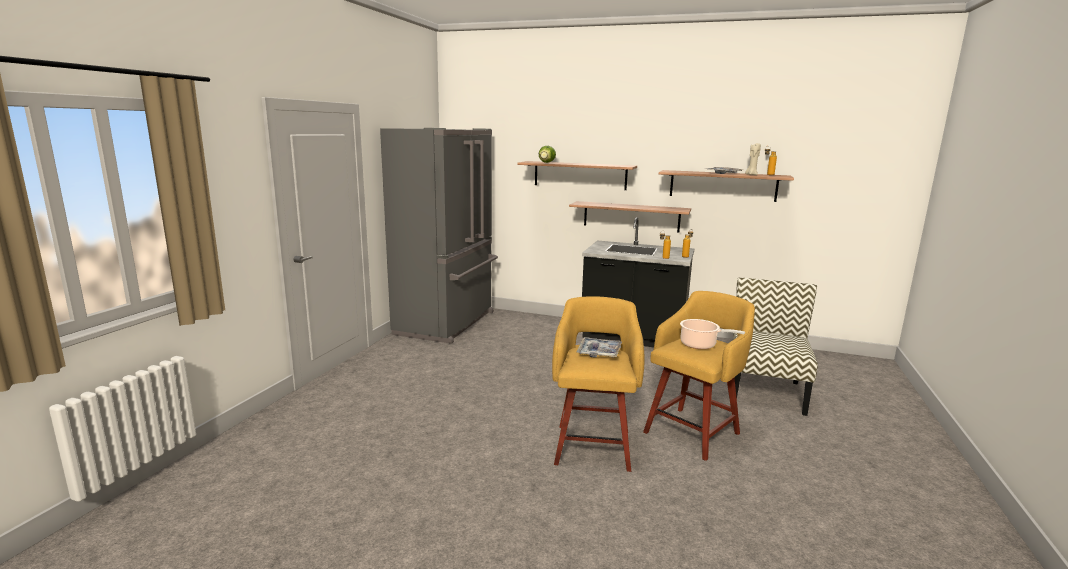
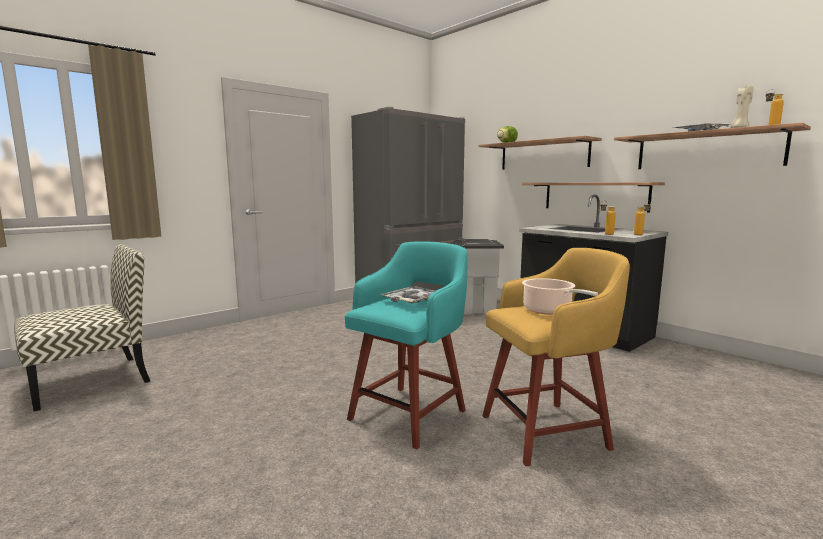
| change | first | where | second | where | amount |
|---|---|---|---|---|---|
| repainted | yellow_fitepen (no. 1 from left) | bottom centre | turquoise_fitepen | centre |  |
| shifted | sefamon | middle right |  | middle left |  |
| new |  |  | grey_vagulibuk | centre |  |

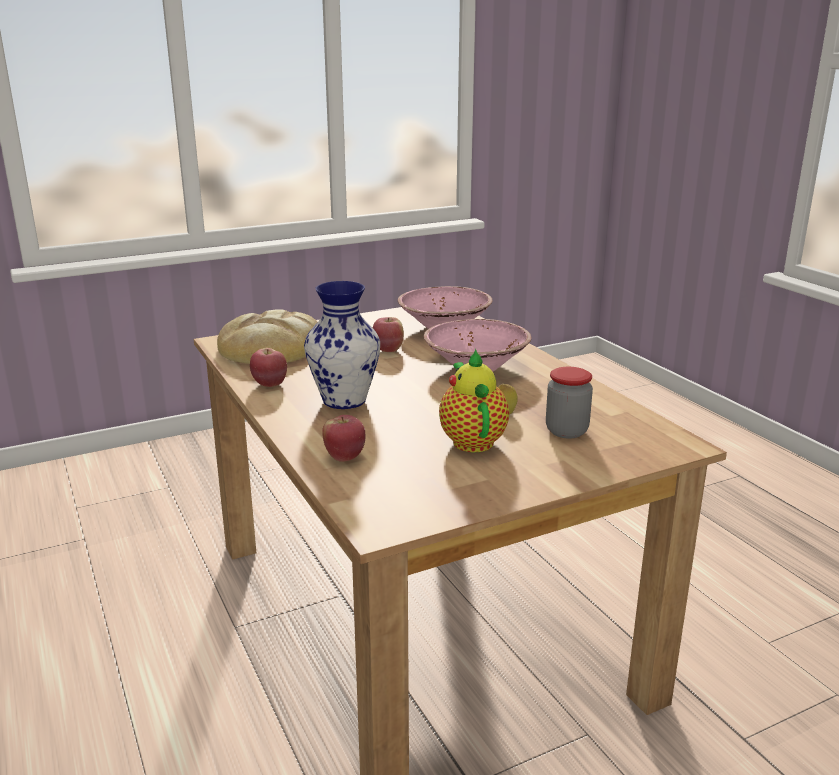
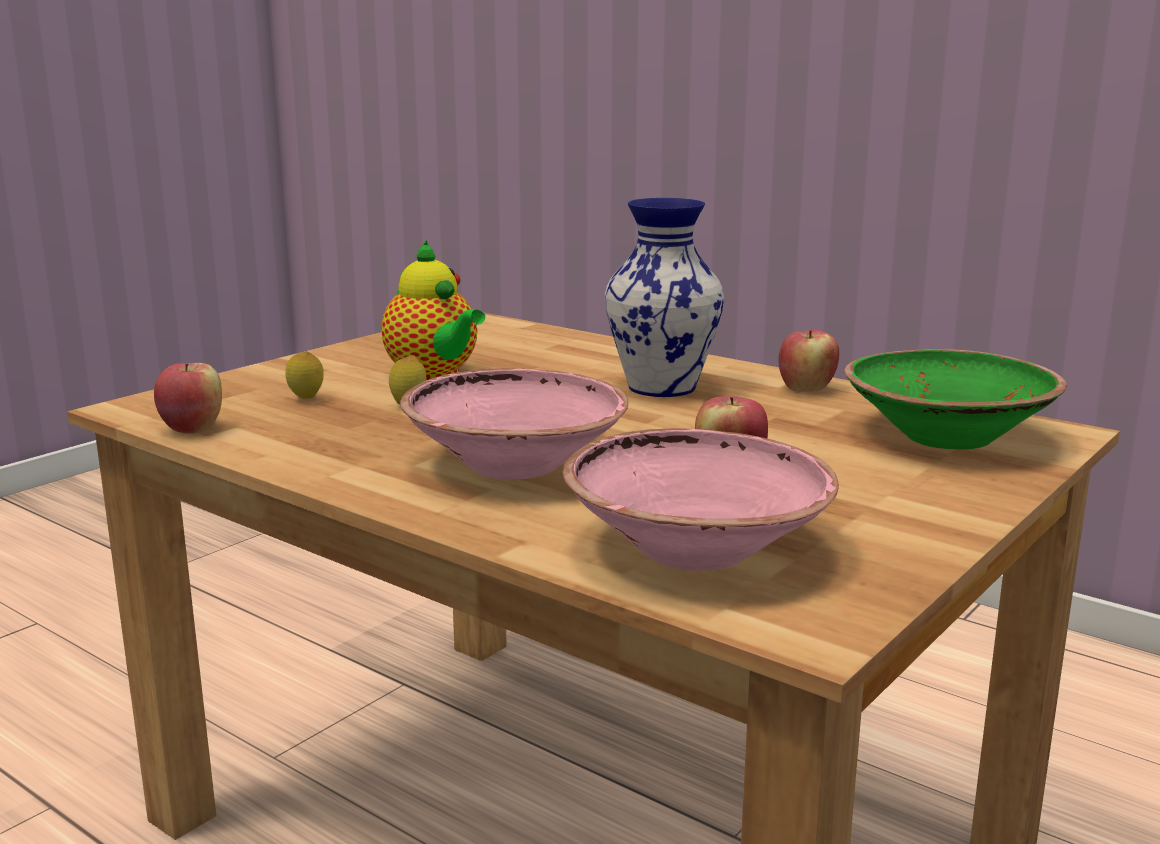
| change | first | where | second | where | amount |
|---|---|---|---|---|---|
| swapped | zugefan | middle left | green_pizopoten | middle right |  |
| shifted | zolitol (no. 2 from left in the first image) | centre | zolitol (no. 1 from left) | middle left |  |
| swapped | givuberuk | middle right | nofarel (no. 1 from left) | middle left |  |

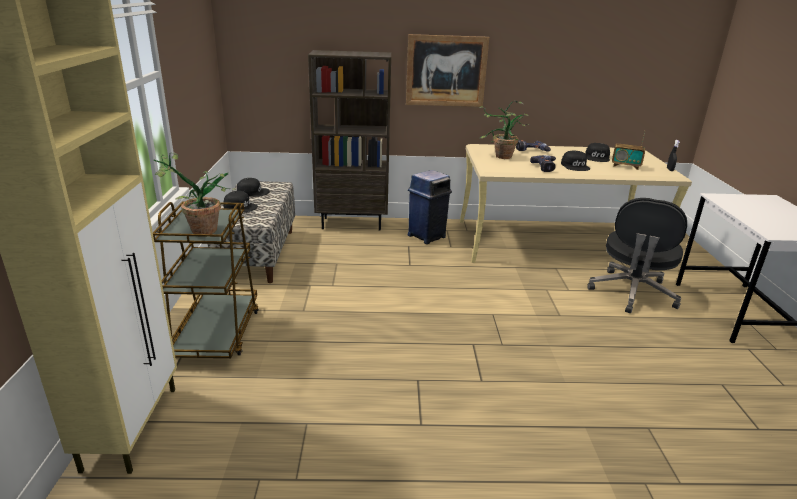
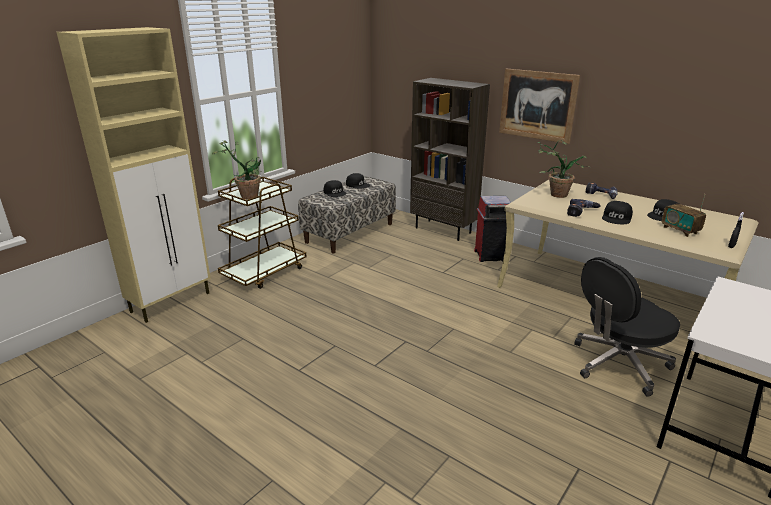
| change | first | where | second | where | amount |
|---|---|---|---|---|---|
| repainted | blue_vagulibuk | centre | red_vagulibuk | centre |  |

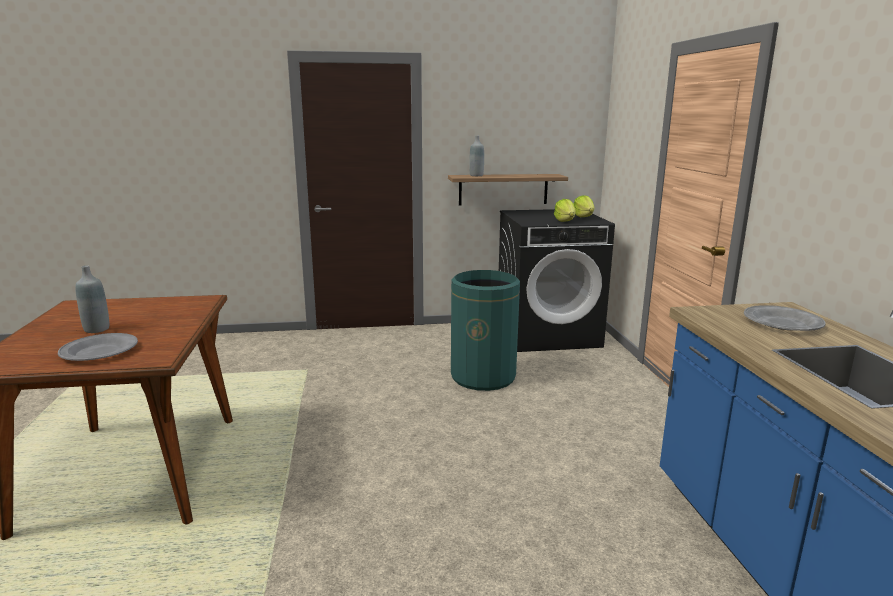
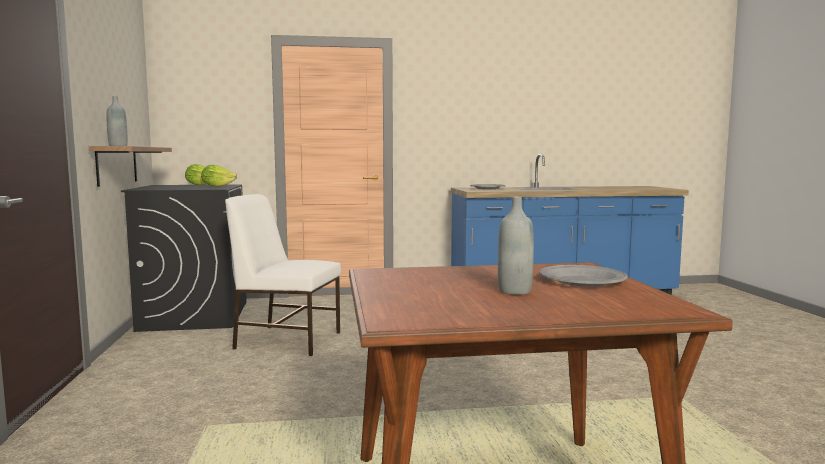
| change | first | where | second | where | amount |
|---|---|---|---|---|---|
| swapped | green_vagulibuk | centre | white_sefamon | centre |  |

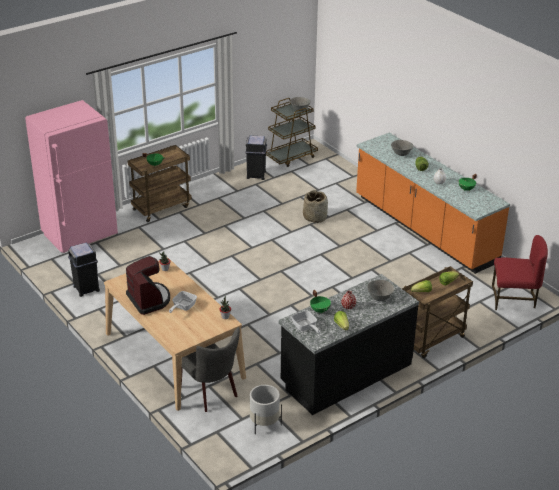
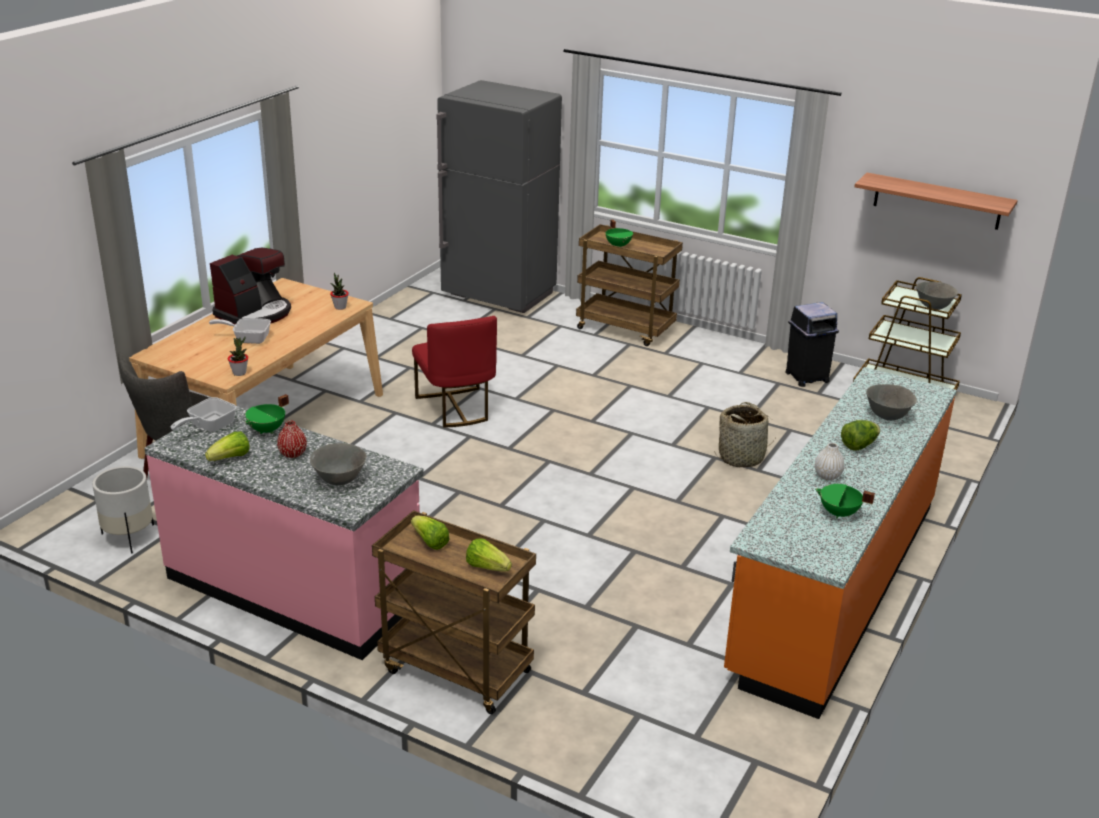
| change | first | where | second | where | amount |
|---|---|---|---|---|---|
| repainted | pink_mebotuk | middle left | grey_mebotuk | top centre |  |
| gone | black_vagulibuk (no. 1 from left) | middle left |  |  |  |
| repainted | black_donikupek | bottom centre | pink_donikupek | middle left |  |
| shifted | red_sefamon | middle right |  | centre |  |
| new |  |  | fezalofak | top right |  |

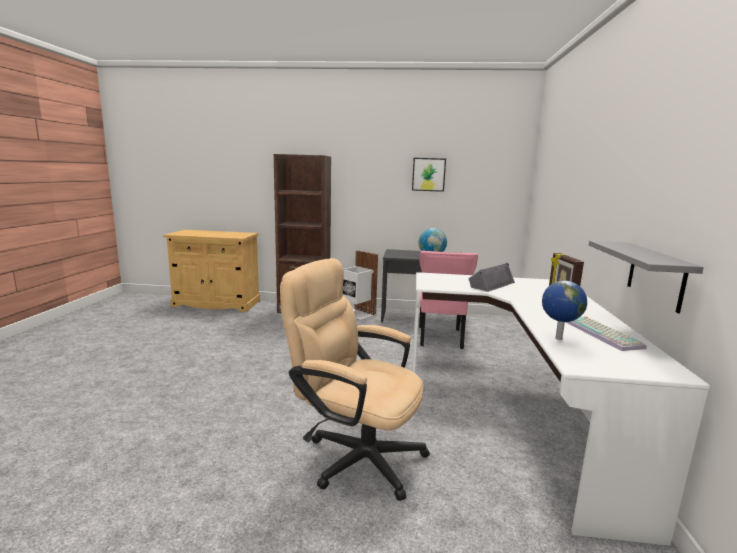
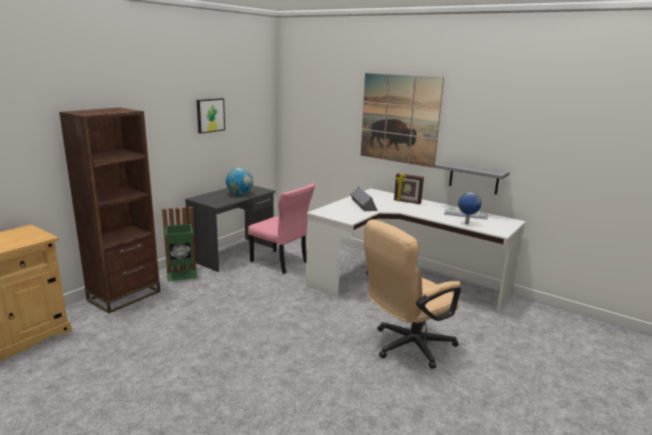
| change | first | where | second | where | amount |
|---|---|---|---|---|---|
| repainted | white_vagulibuk | centre | green_vagulibuk | middle left |  |
| new |  |  | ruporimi (no. 2 from left) | top centre |  |

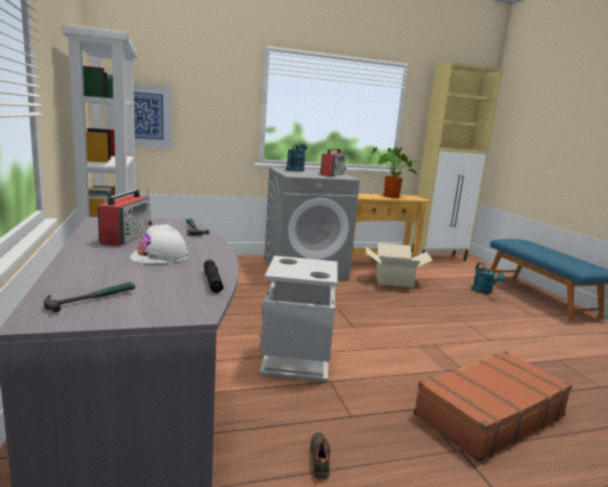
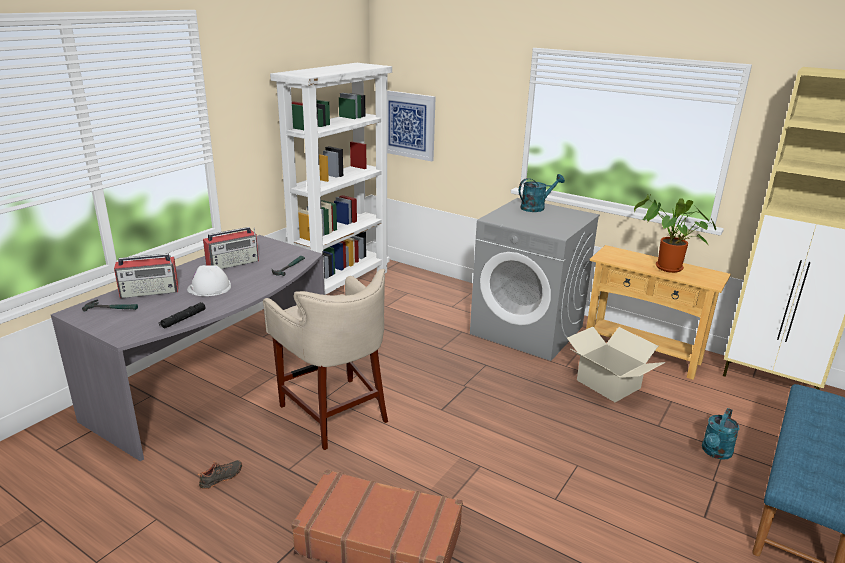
| change | first | where | second | where | amount |
|---|---|---|---|---|---|
| swapped | grey_vagulibuk | centre | beige_fitepen | centre |  |
| shifted | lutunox (no. 2 from left in the first image) | top centre | lutunox (no. 1 from left) | middle left |  |

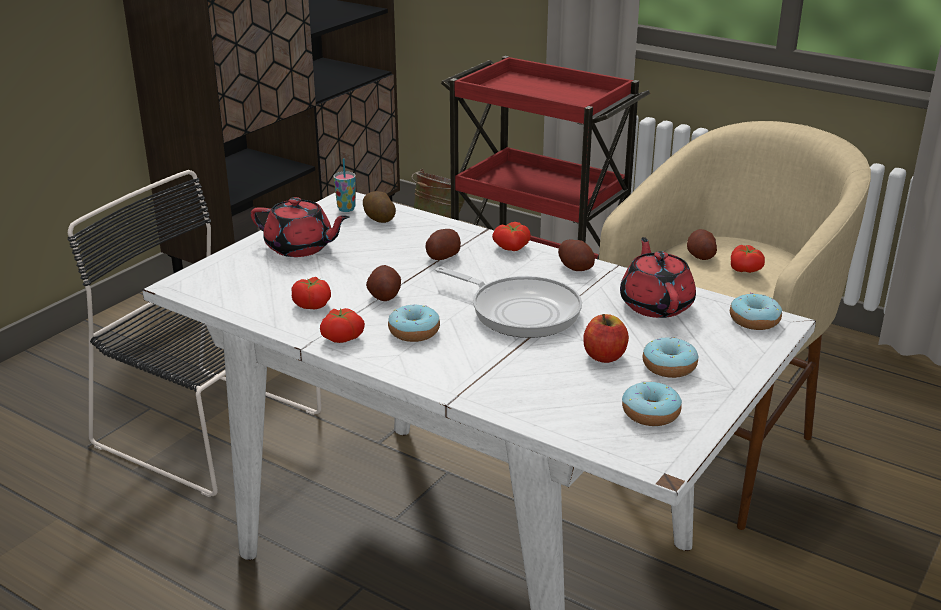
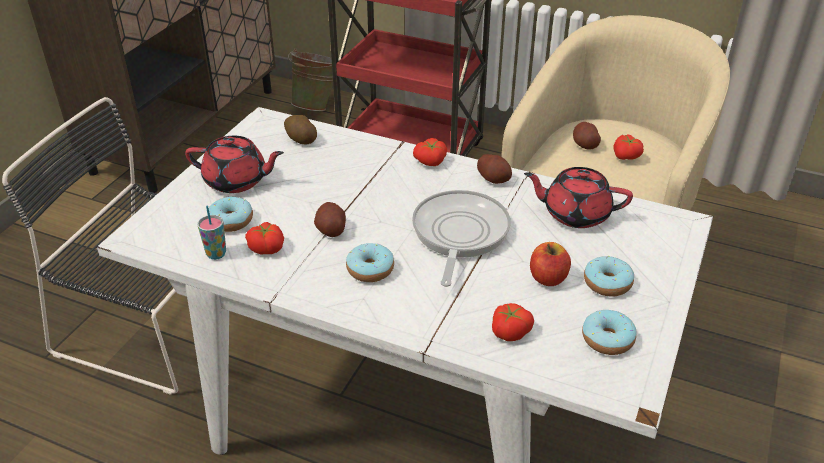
| change | first | where | second | where | amount |
|---|---|---|---|---|---|
| shifted | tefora (no. 2 from left in the first image) | centre | tefora (no. 3 from left) | bottom centre |  |
| shifted | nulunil | top centre |  | middle left |  |
| gone | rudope (no. 3 from left) | centre |  |  |  |
| rotated | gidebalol | centre |  | centre | 105 degrees counterclockwise |
| rotated | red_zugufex (no. 2 from left) | middle right |  | middle right | 60 degrees counterclockwise |
| shifted | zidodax (no. 4 from left in the first image) | middle right | zidodax (no. 1 from left) | middle left |  |

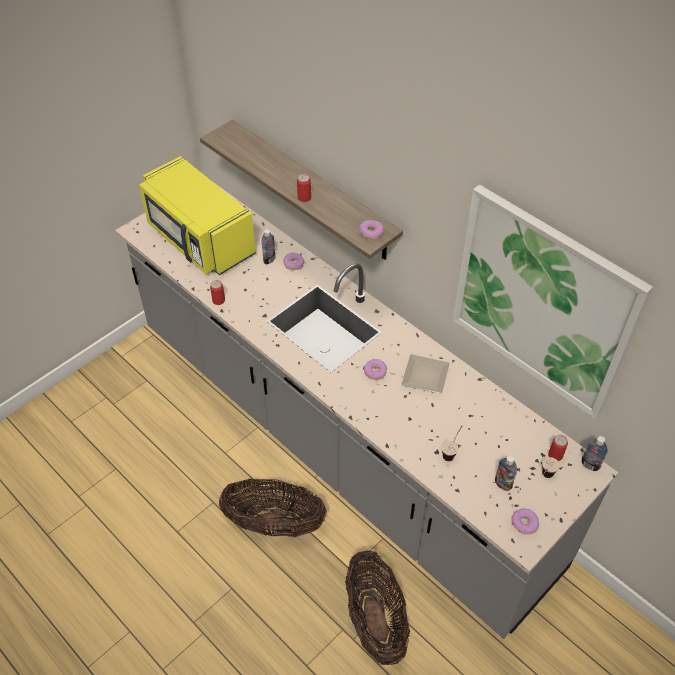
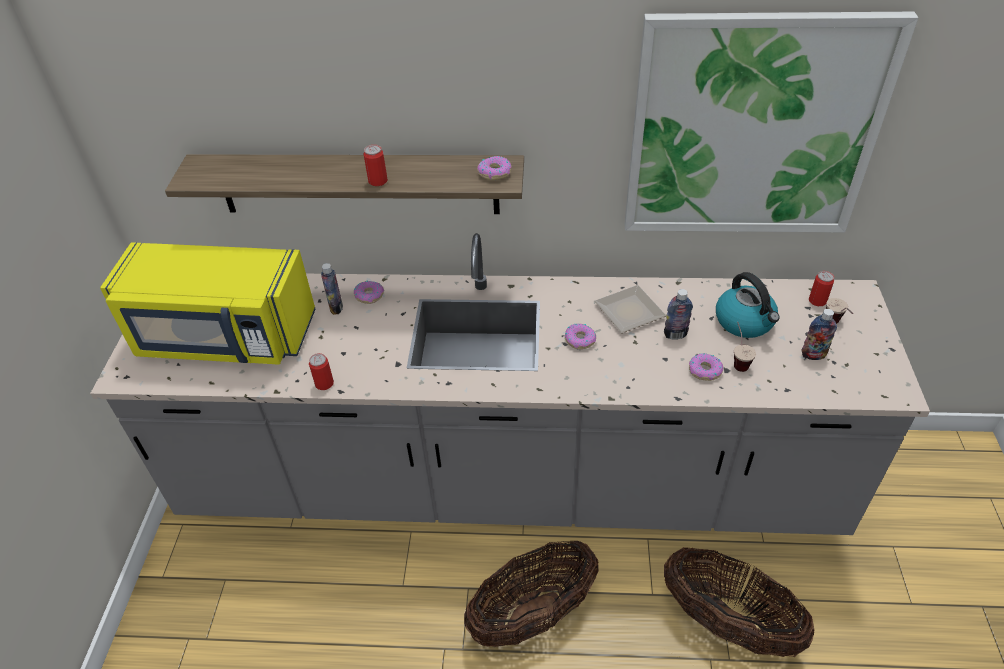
| change | first | where | second | where | amount |
|---|---|---|---|---|---|
| shifted | zidodax (no. 4 from left) | bottom right |  | middle right |  |
| shifted | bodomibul (no. 3 from left in the first image) | bottom right | bodomibul (no. 2 from left) | middle right |  |
| new |  |  | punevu | middle right |  |

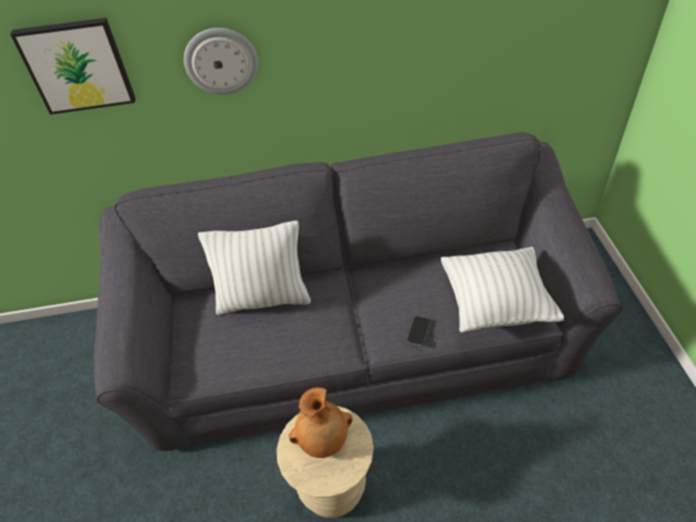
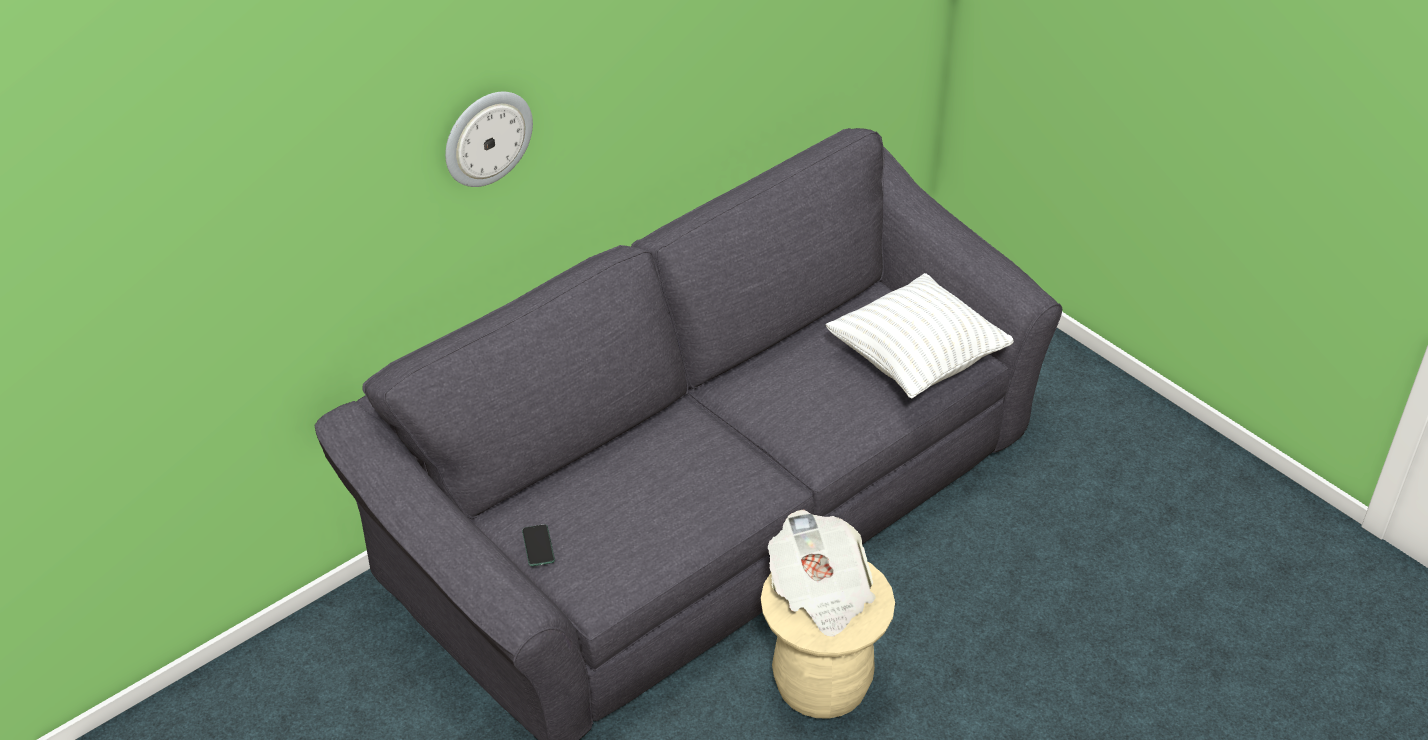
| change | first | where | second | where | amount |
|---|---|---|---|---|---|
| gone | ruporimi | top left |  |  |  |
| gone | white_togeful (no. 1 from left) | centre |  |  |  |
| swapped | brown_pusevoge | bottom centre | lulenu | bottom centre |  |
| shifted | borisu | centre |  | bottom centre |  |

